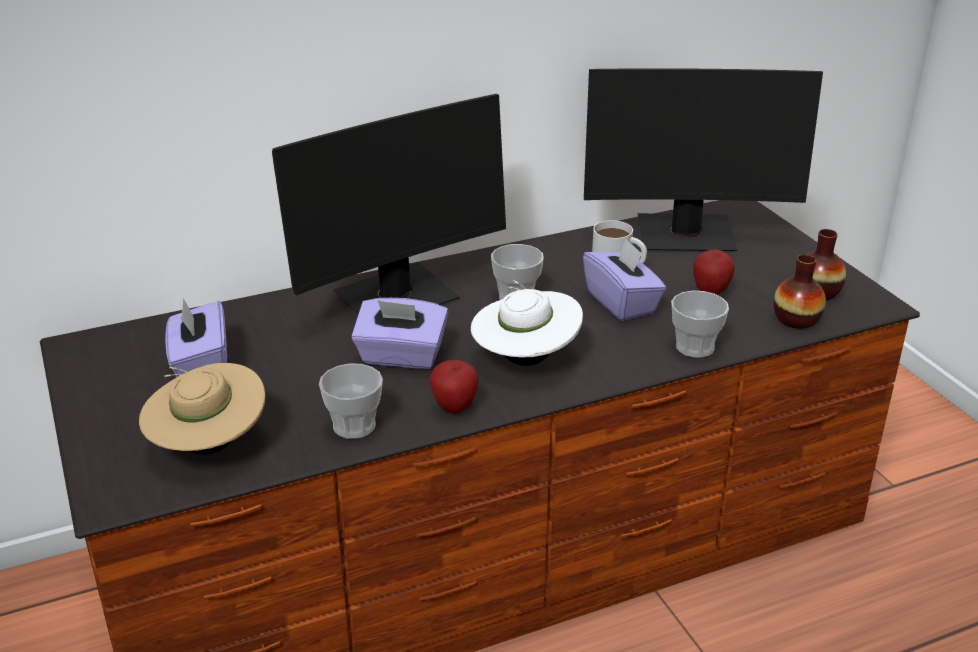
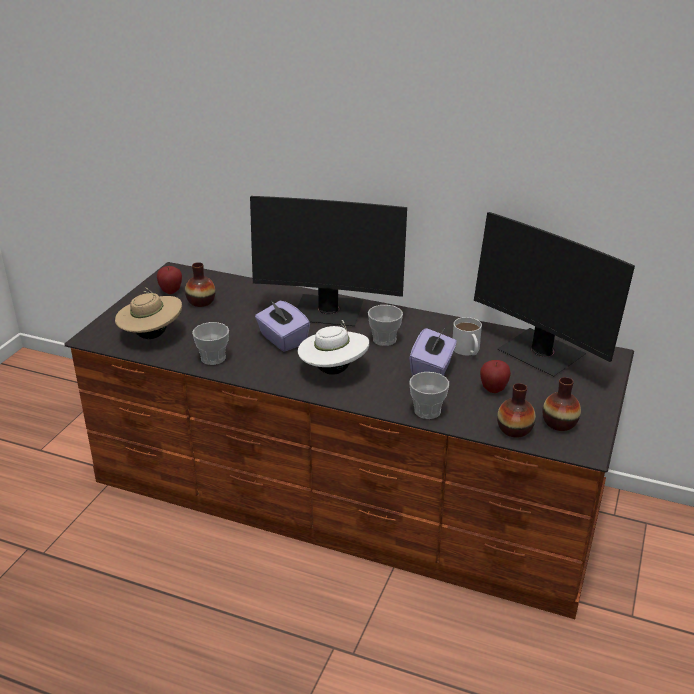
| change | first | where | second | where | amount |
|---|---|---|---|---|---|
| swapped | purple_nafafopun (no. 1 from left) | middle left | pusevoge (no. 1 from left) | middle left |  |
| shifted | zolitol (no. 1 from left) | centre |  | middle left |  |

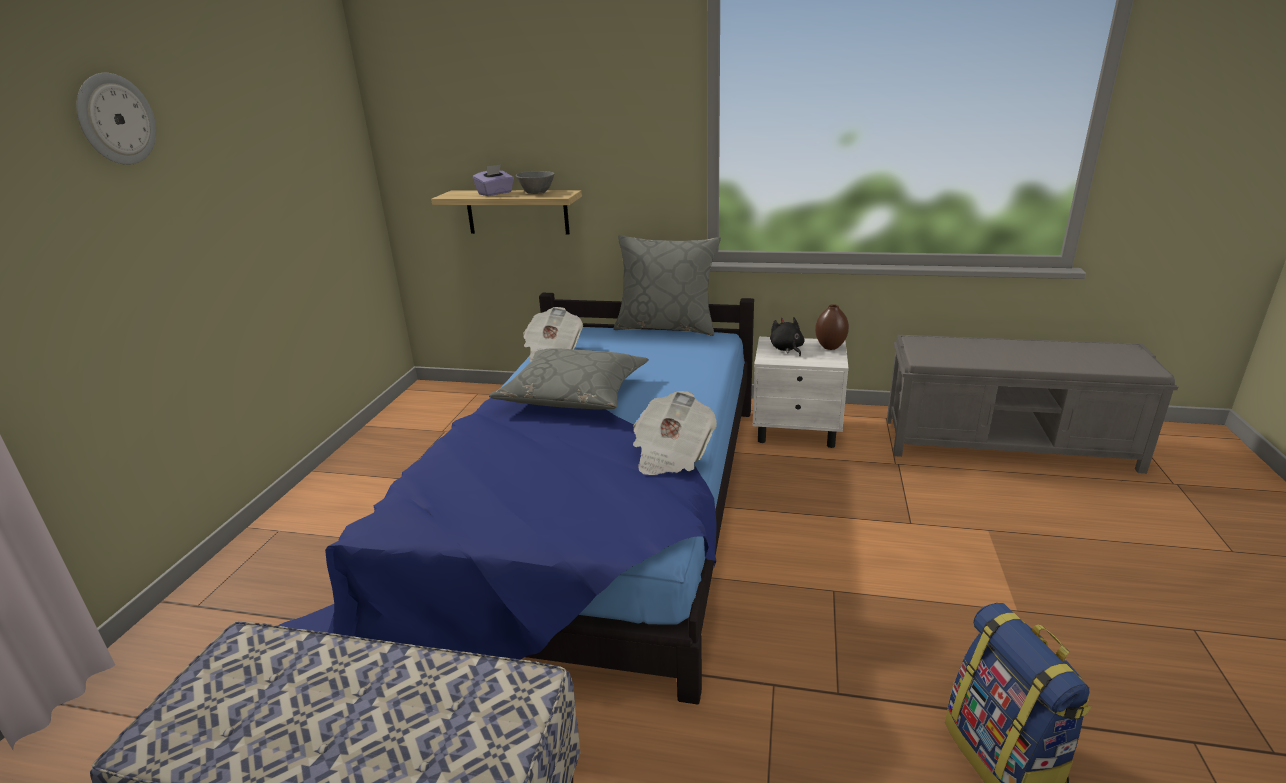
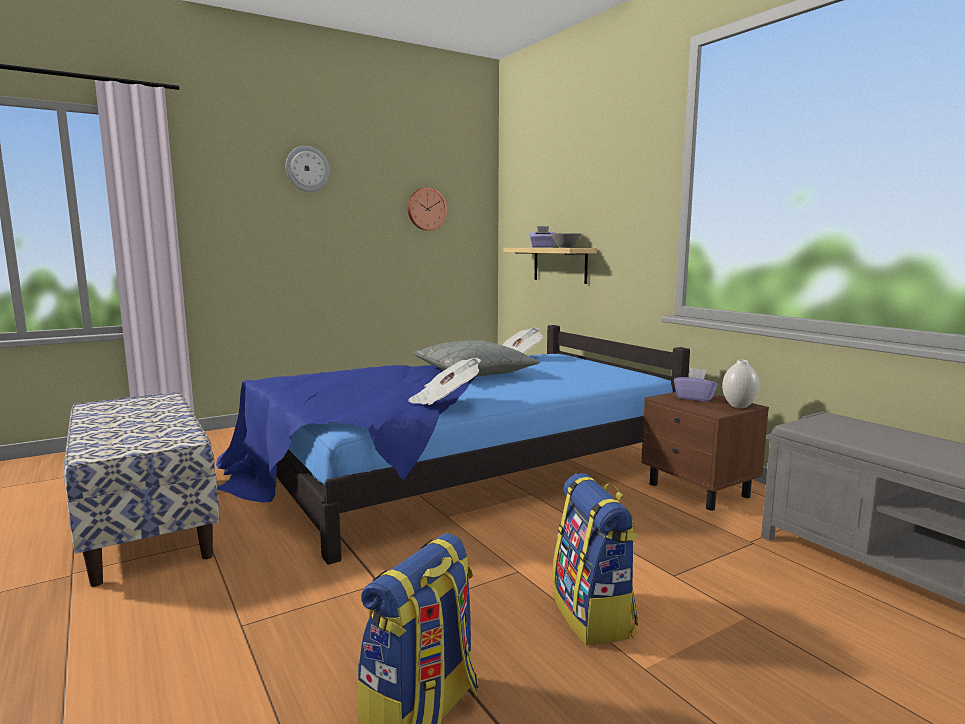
| change | first | where | second | where | amount |
|---|---|---|---|---|---|
| gone | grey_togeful (no. 2 from left) | centre |  |  |  |
| repainted | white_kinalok | centre | brown_kinalok | middle right |  |
| swapped | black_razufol | centre | purple_nafafopun (no. 2 from left) | middle right |  |
| repainted | brown_pusevoge | centre | white_pusevoge | middle right |  |
| new |  |  | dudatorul (no. 2 from left) | top centre |  |
| new |  |  | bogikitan (no. 2 from left) | bottom centre |  |

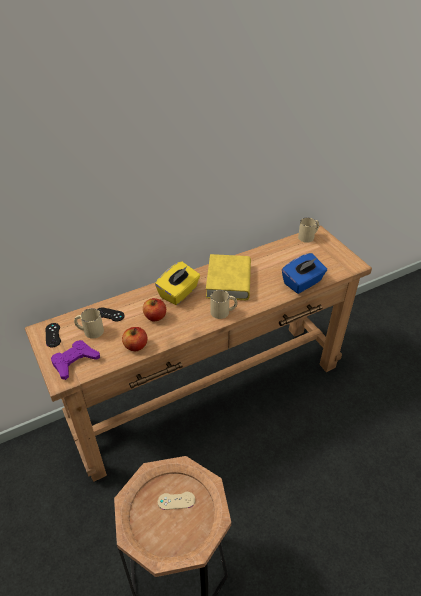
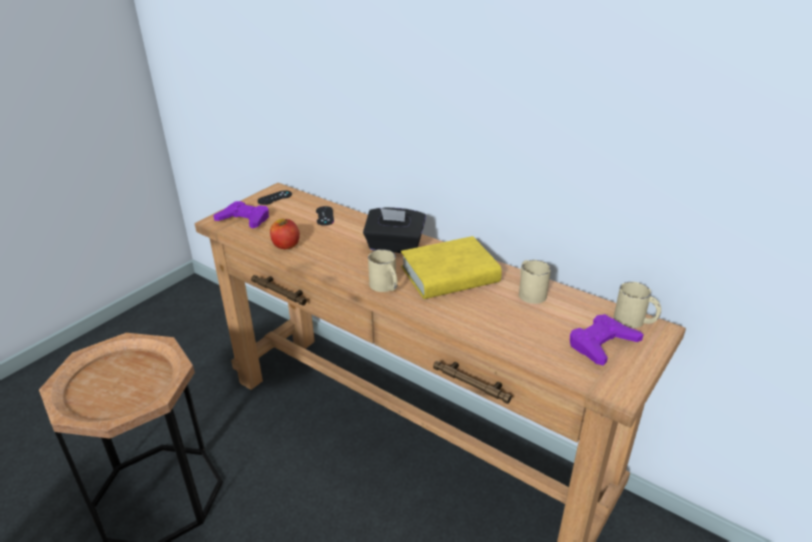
| change | first | where | second | where | amount |
|---|---|---|---|---|---|
| shifted | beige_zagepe (no. 1 from left in the first image) | middle left | beige_zagepe (no. 2 from left) | centre |  |
| gone | zolitol (no. 2 from left) | centre |  |  |  |
| repainted | yellow_nafafopun | centre | black_nafafopun | centre |  |
| gone | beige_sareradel | bottom centre |  |  |  |
| gone | blue_nafafopun | middle right |  |  |  |
| new |  |  | purple_sareradel (no. 2 from left) | middle right |  |

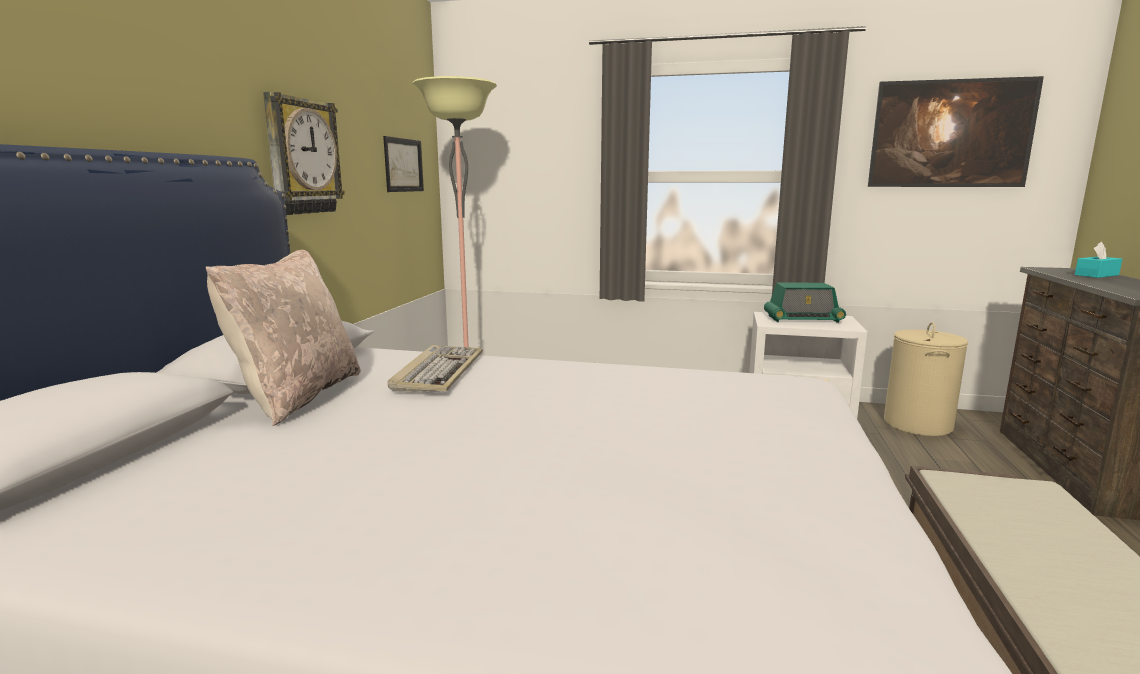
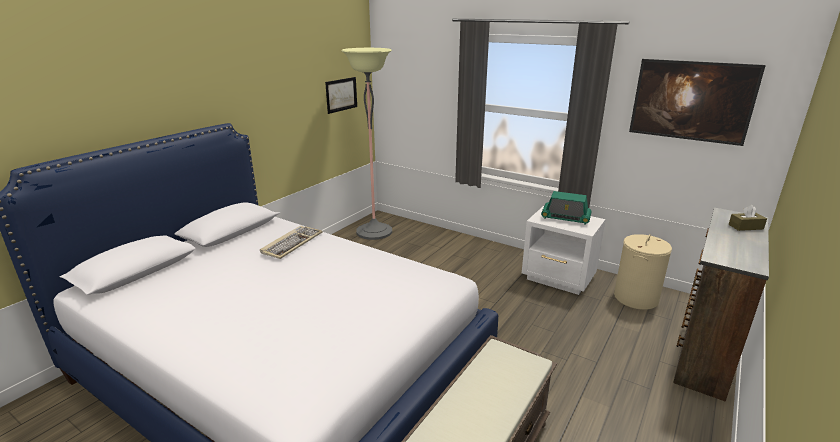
| change | first | where | second | where | amount |
|---|---|---|---|---|---|
| gone | beige_togeful | middle left |  |  |  |
| gone | dudatorul | top left |  |  |  |
| repainted | turquoise_nafafopun | middle right | brown_nafafopun | middle right |  |

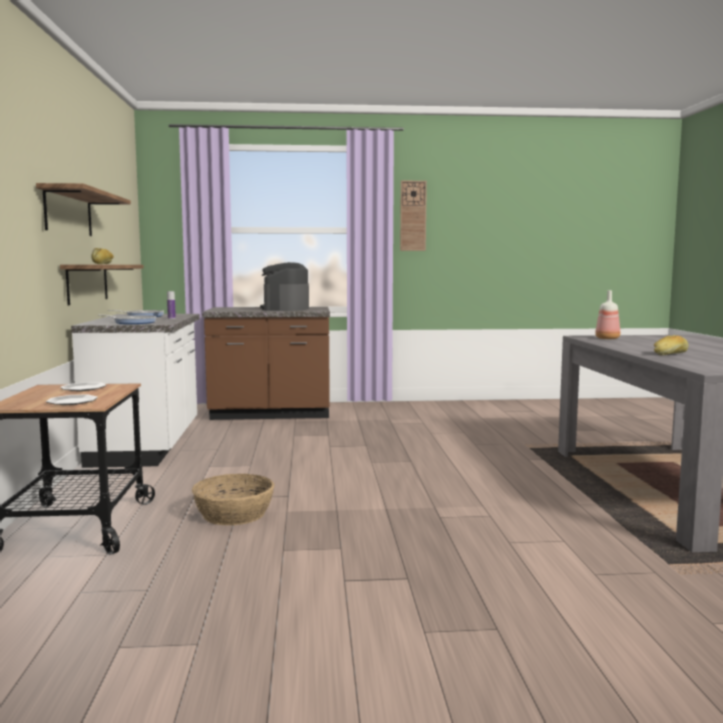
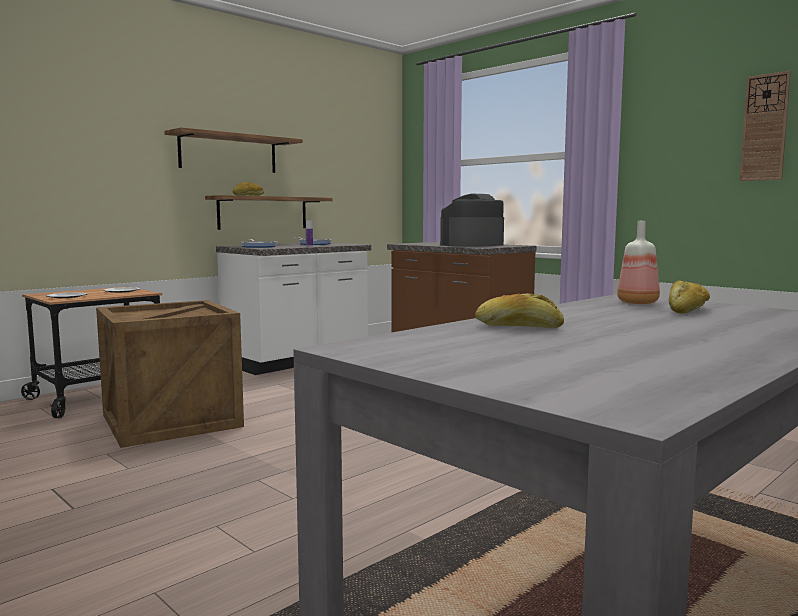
| change | first | where | second | where | amount |
|---|---|---|---|---|---|
| swapped | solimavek | bottom left | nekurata | middle left |  |
| shifted | dudatorul | top centre |  | top right |  |
| new |  |  | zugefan (no. 3 from left) | middle right |  |

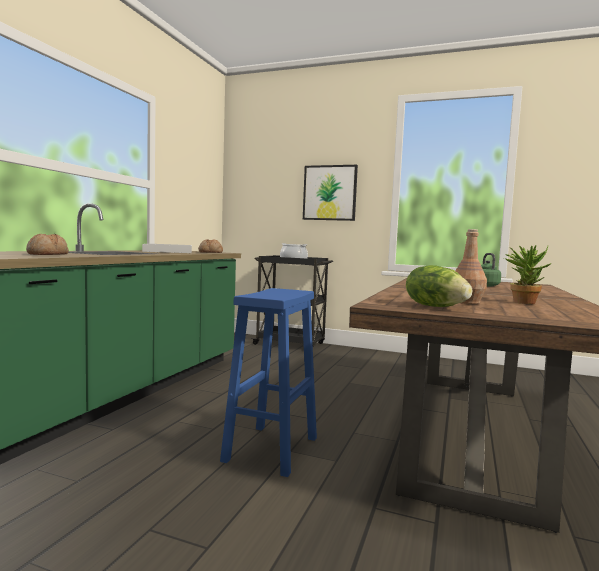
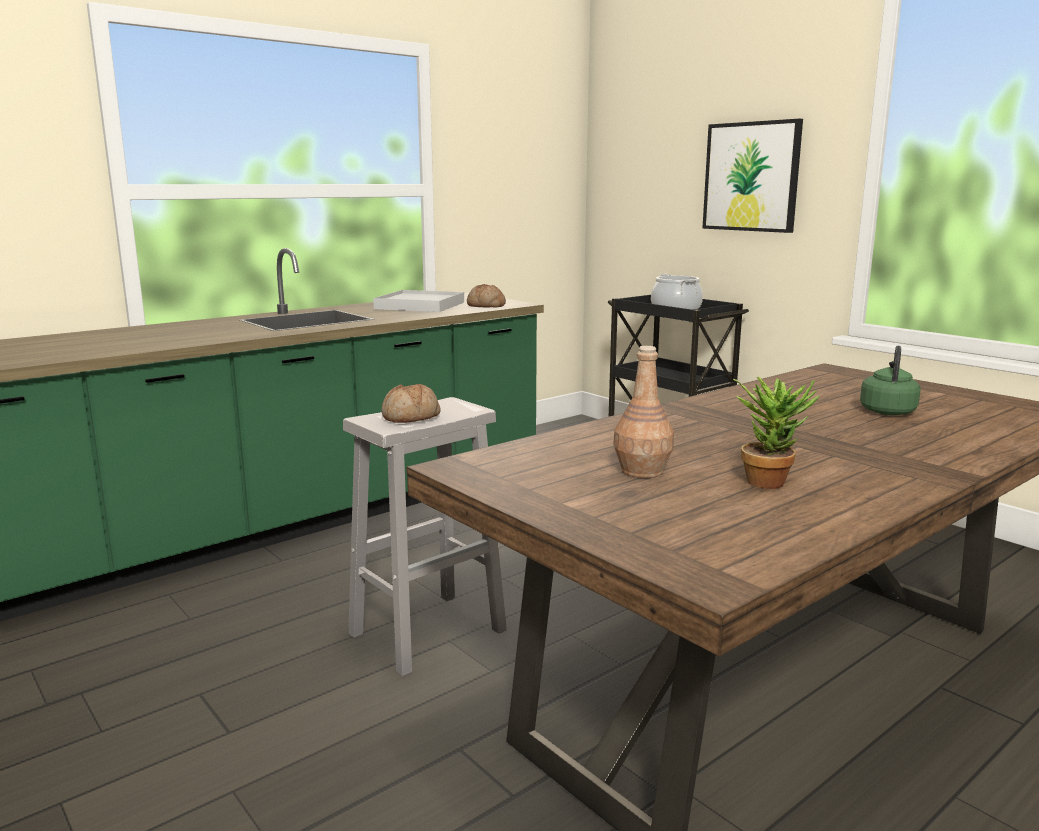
| change | first | where | second | where | amount |
|---|---|---|---|---|---|
| shifted | zugefan (no. 1 from left) | middle left |  | centre |  |
| repainted | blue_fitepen | bottom centre | white_fitepen | centre |  |
| gone | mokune | middle right |  |  |  |

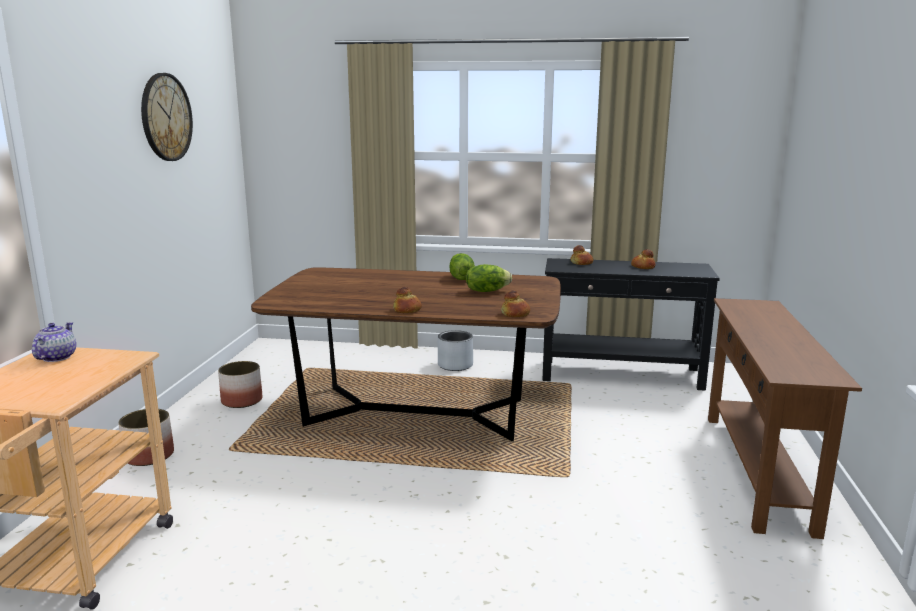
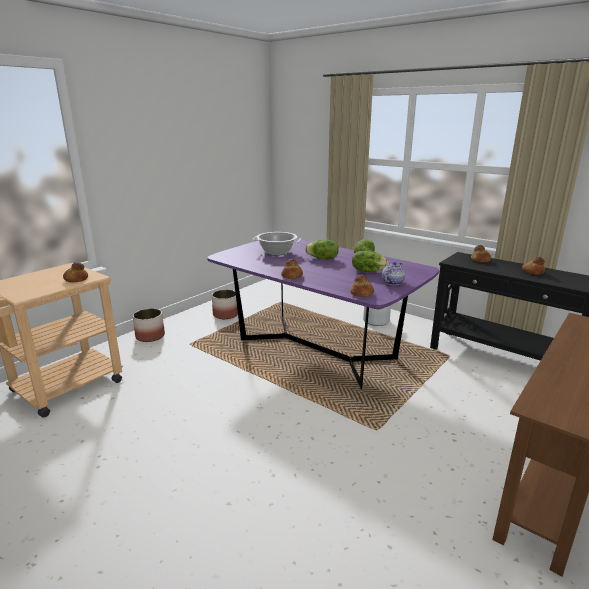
| change | first | where | second | where | amount |
|---|---|---|---|---|---|
| shifted | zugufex | middle left |  | middle right |  |
| gone | dudatorul | top left |  |  |  |
| repainted | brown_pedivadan | centre | purple_pedivadan | centre |  |
| new |  |  | zugefan (no. 1 from left) | middle left |  |
| new |  |  | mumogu | centre |  |
| new |  |  | mokune (no. 1 from left) | centre |  |

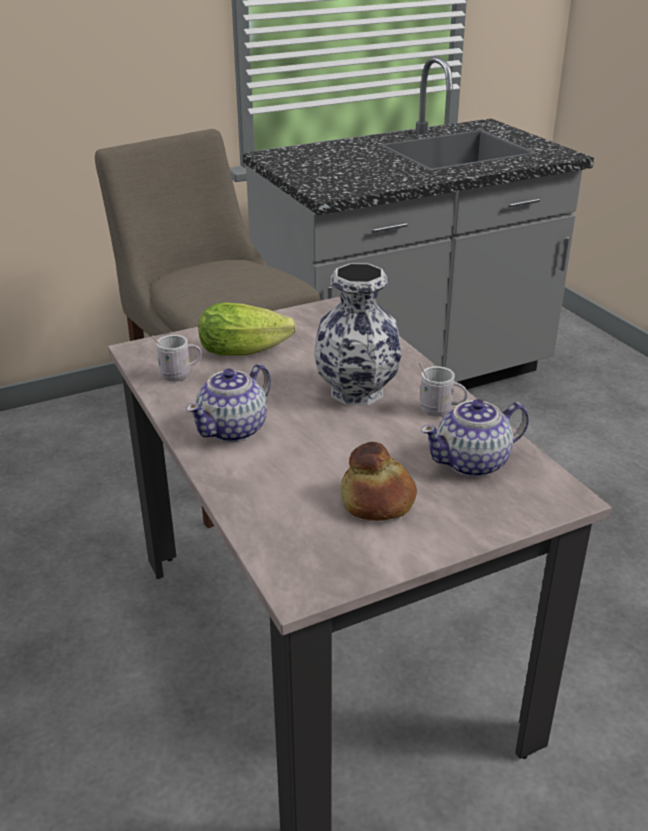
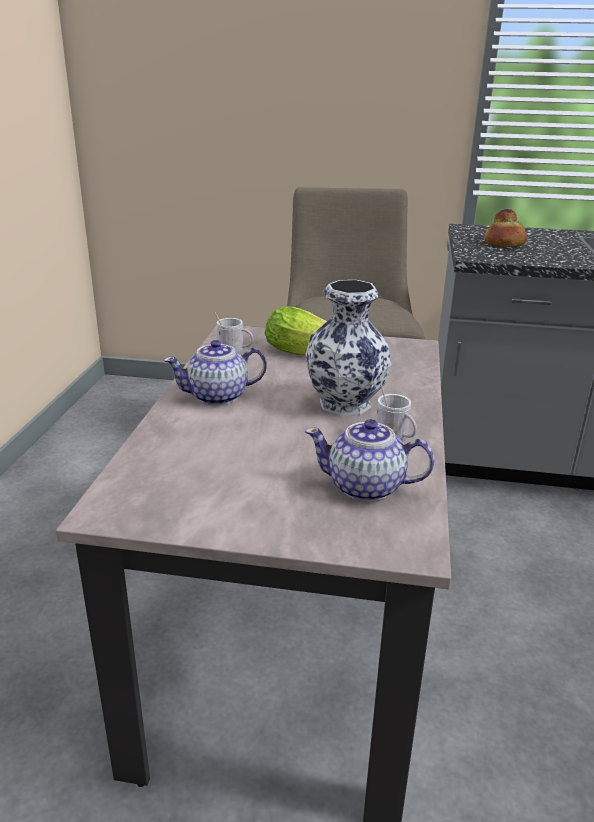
| change | first | where | second | where | amount |
|---|---|---|---|---|---|
| shifted | zugefan | centre |  | top right |  |

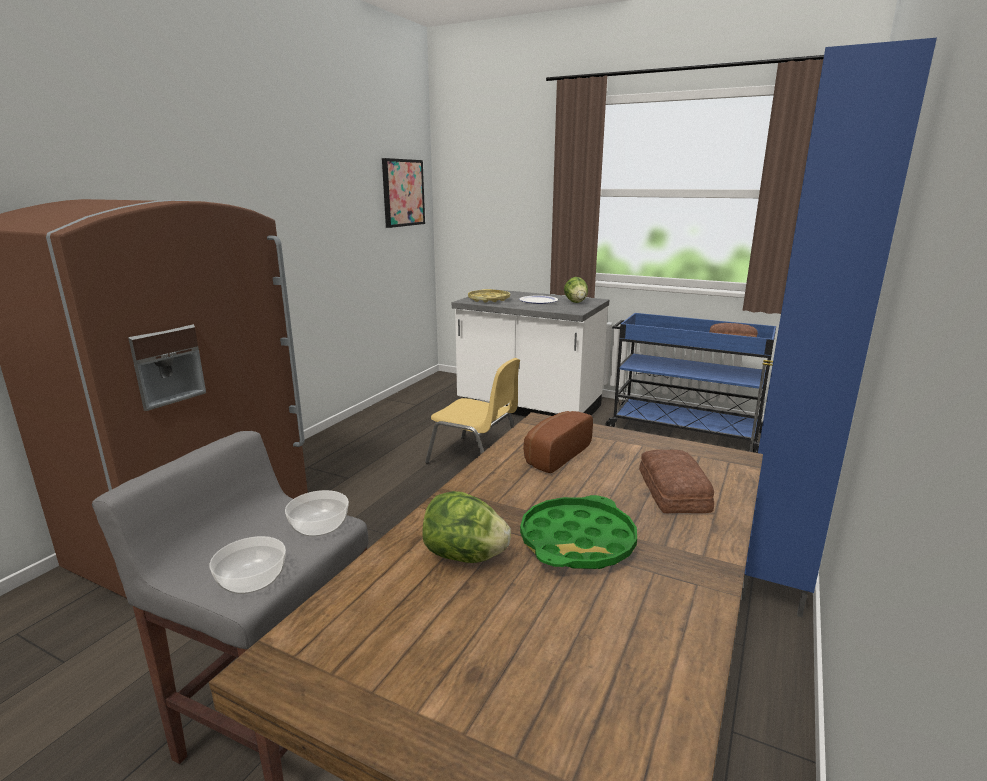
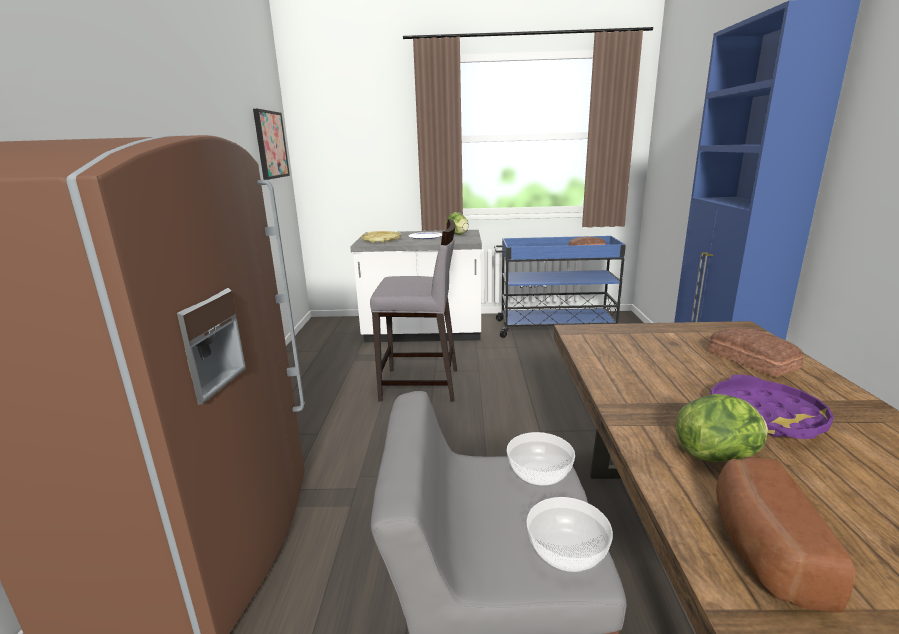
| change | first | where | second | where | amount |
|---|---|---|---|---|---|
| swapped | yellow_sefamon | centre | grey_fitepen (no. 1 from left) | centre |  |
| repainted | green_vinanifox | bottom centre | purple_vinanifox | middle right |  |
| shifted | zugefan (no. 1 from left in the first image) | centre | zugefan (no. 3 from left) | bottom right |  |

